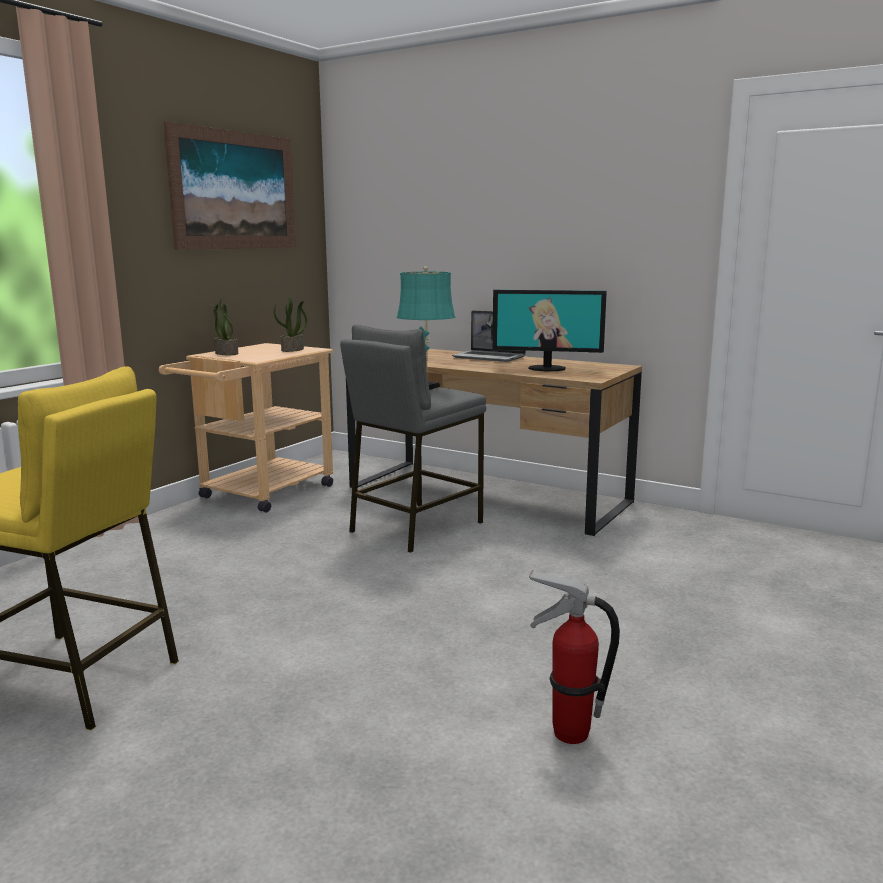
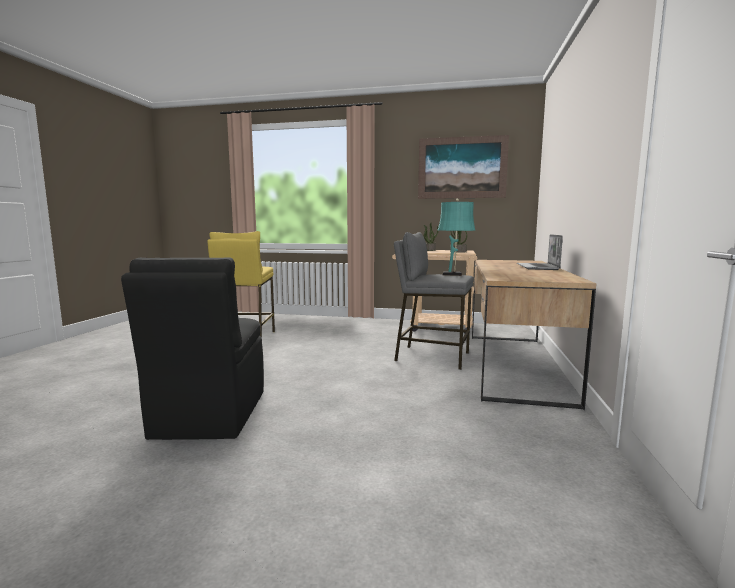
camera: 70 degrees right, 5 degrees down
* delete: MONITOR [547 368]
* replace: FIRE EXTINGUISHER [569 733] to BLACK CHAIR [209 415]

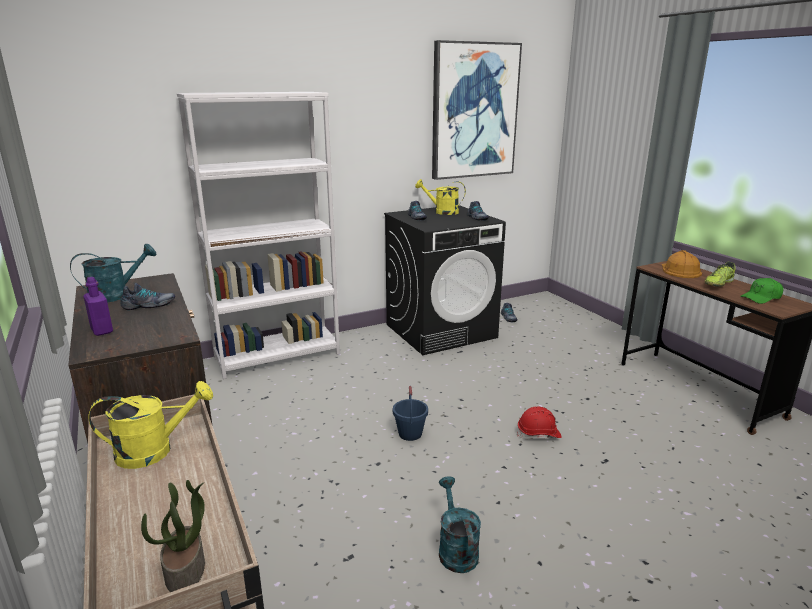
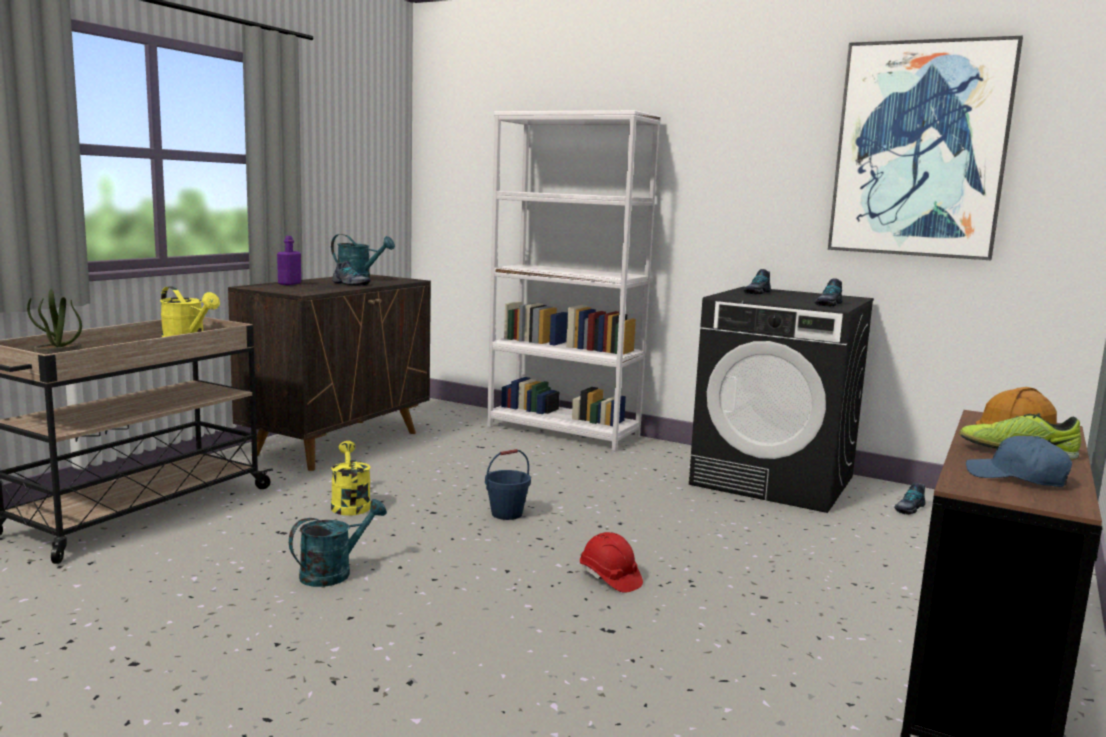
camera: 55 degrees right, 10 degrees down
* move: YELLOW WATERING CAN [442 212] to [349 504]
* recolor: GREEN CAP [761 298] to BLUE CAP [1017 478]

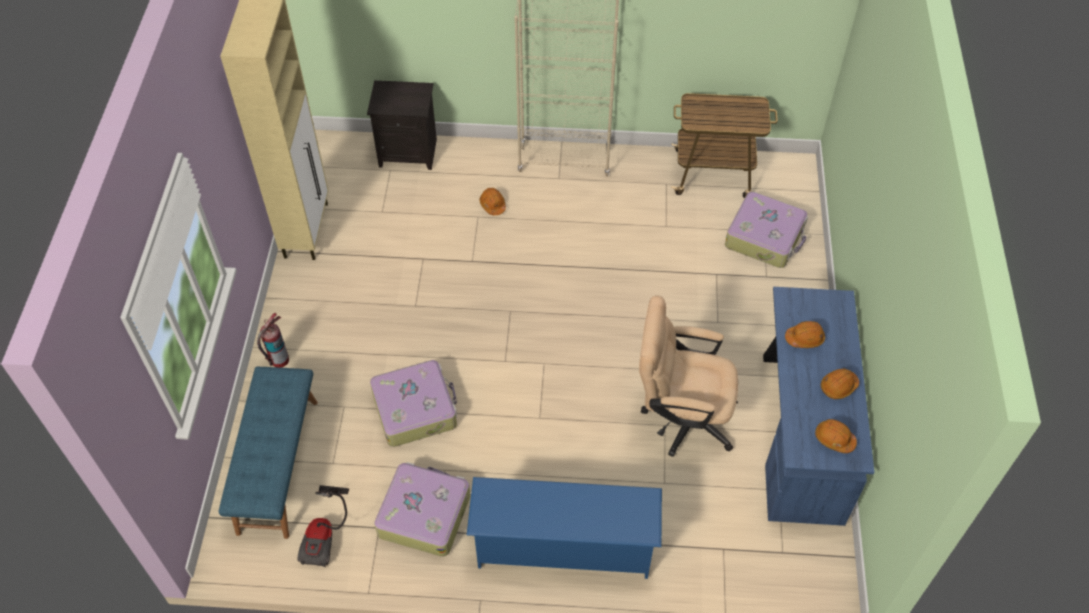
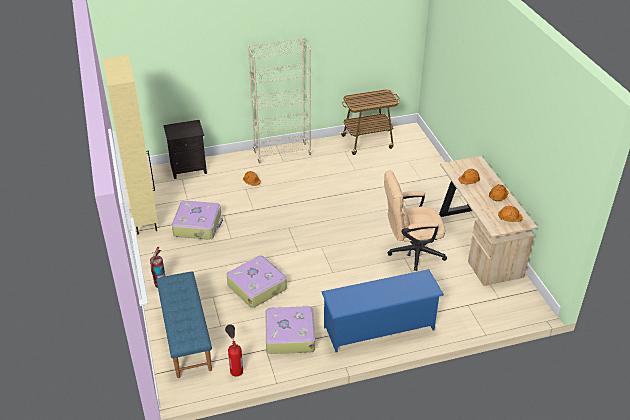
camera: 20 degrees left, 15 degrees down
* move: SUITCASE [765 237] to [198 225]
* recolor: BLUE DESK [800 432] to BEIGE DESK [478 242]
* replace: VACUUM CLEANER [325 535] to FIRE EXTINGUISHER [234 362]

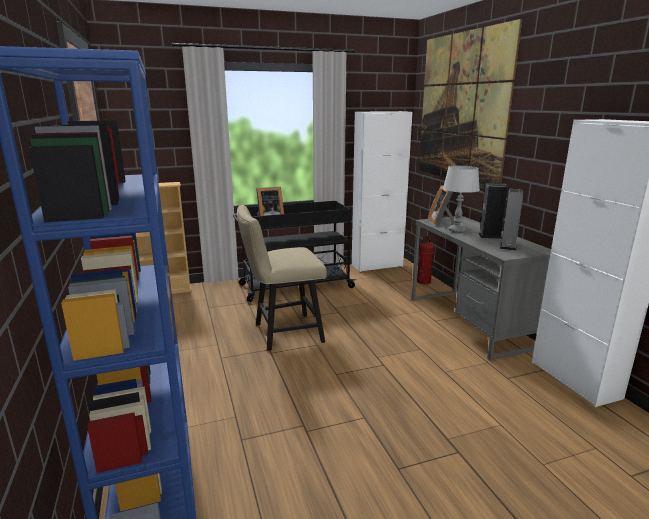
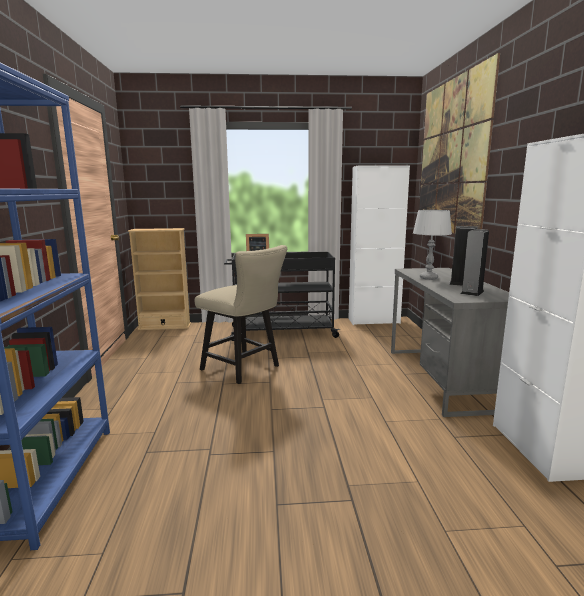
camera: 15 degrees right, 5 degrees down
* delete: PICTURE FRAME [441 222]
* rotate: BEIGE CHAIR [283 333] = [244 369] 135 degrees counterclockwise
* delete: FIRE EXTINGUISHER [424 282]

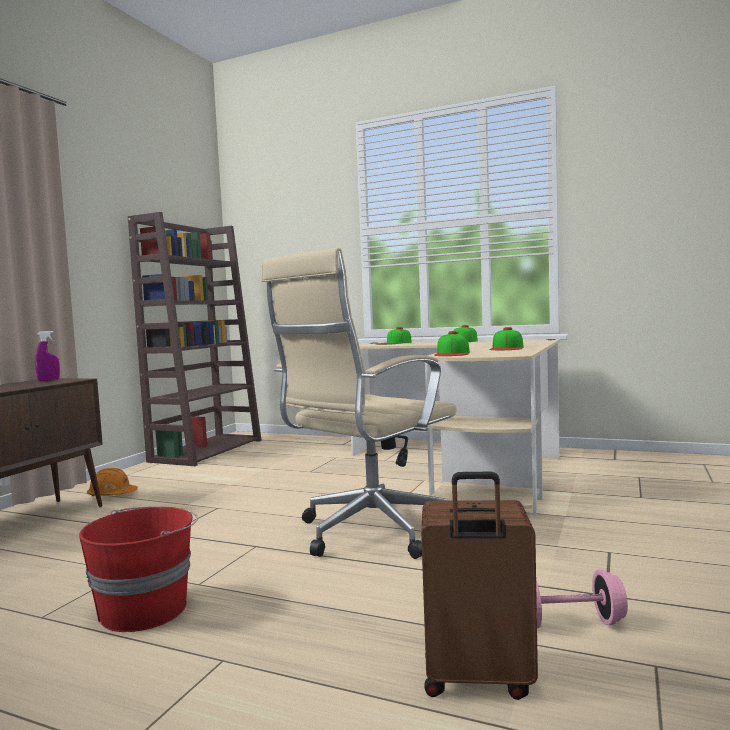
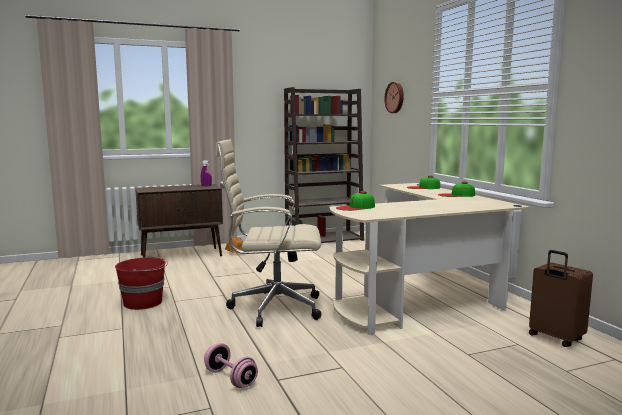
camera: 45 degrees right, 5 degrees up
* delete: CAP [507 348]
* move: BROWN SUITCASE [477 680] to [555 338]
* insert: WALL CLOCK [395 97]

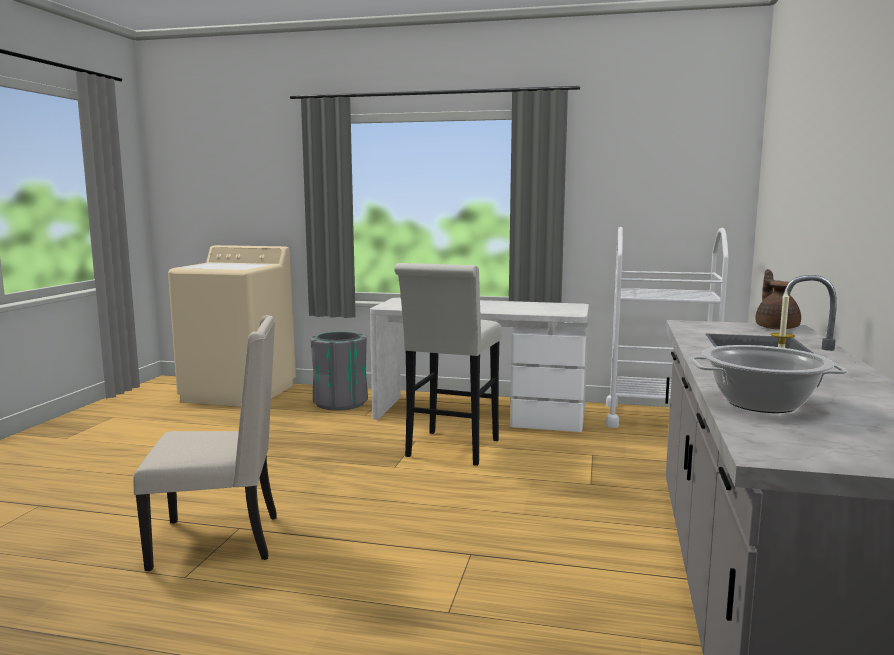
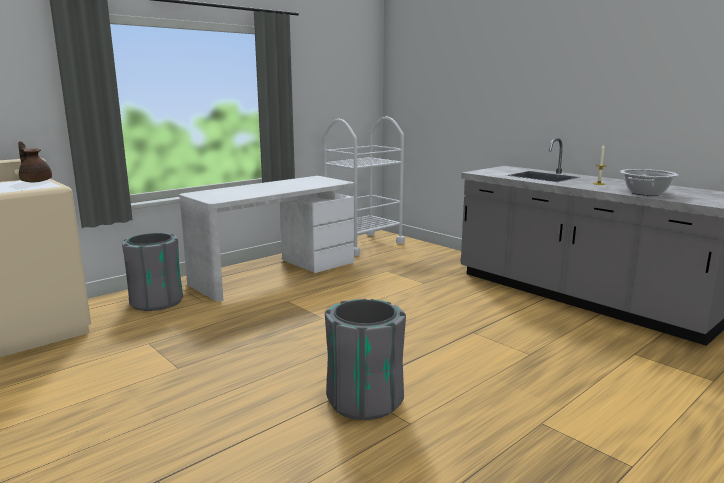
camera: 55 degrees left, 5 degrees up
* delete: WHITE STOOL [450 450]
* move: BROWN TEAPOT [776 327] to [36 181]
* replace: BEIGE CHAIR [220 540] to GREY TRASH CAN [365 400]

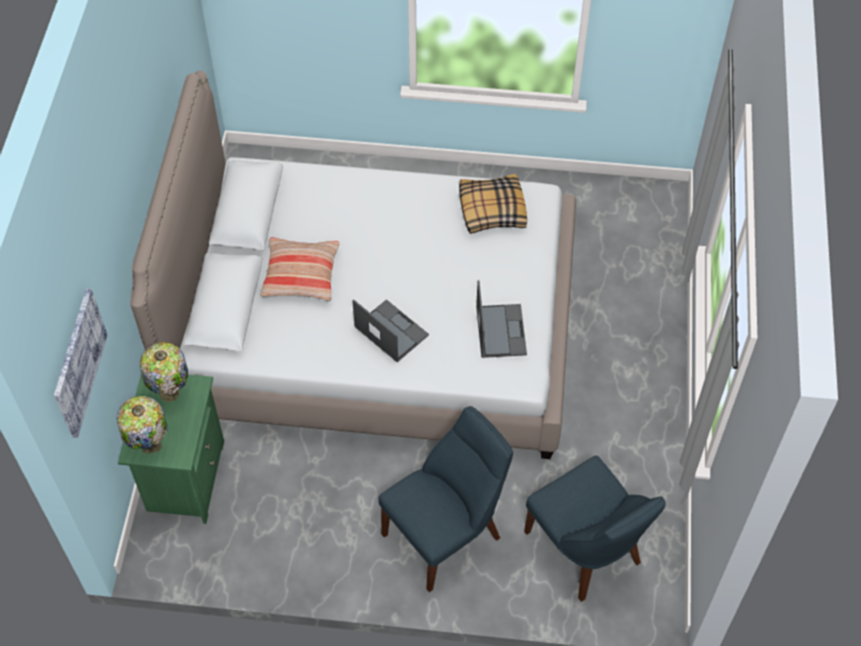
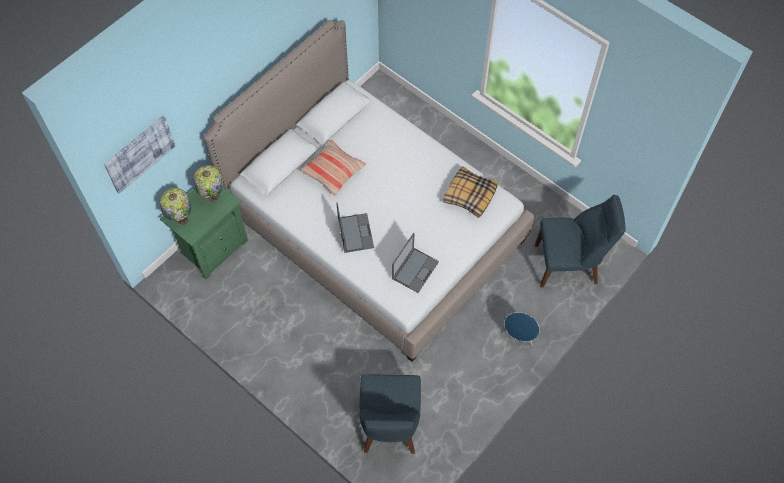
camera: 35 degrees right, 5 degrees up
* move: BLUE CHAIR [446 534] to [569 264]
* insert: BLUE SPEAKER [519 336]

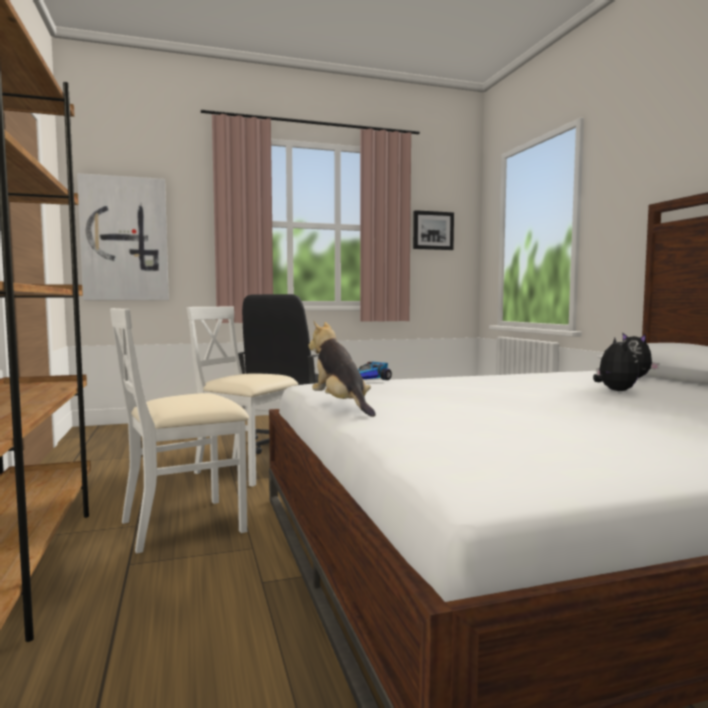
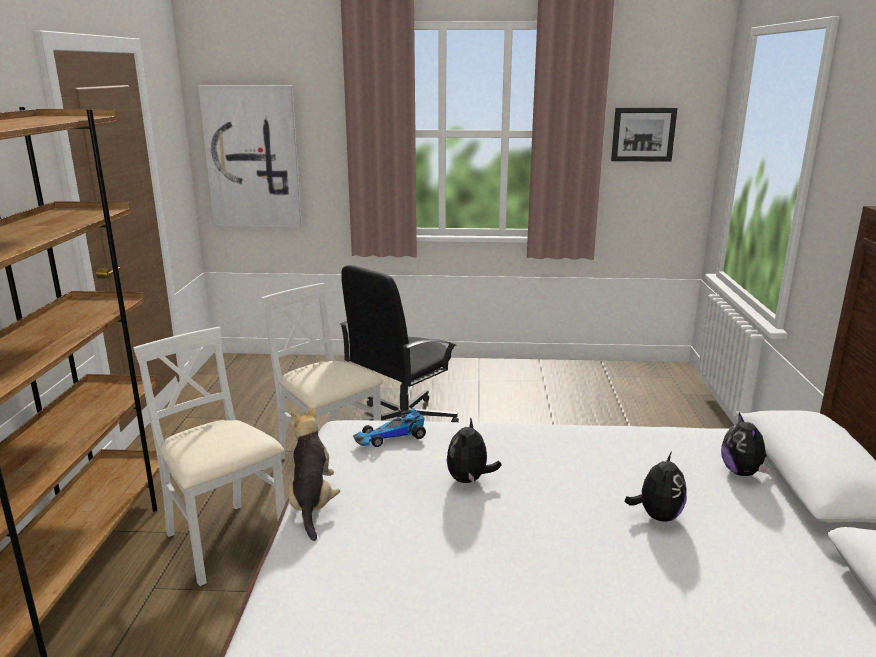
camera: 20 degrees right, 15 degrees up
* rotate: WHITE CHAIR [184 524] = [225 541] 60 degrees clockwise
* insert: PLUSH TOY [469 480]

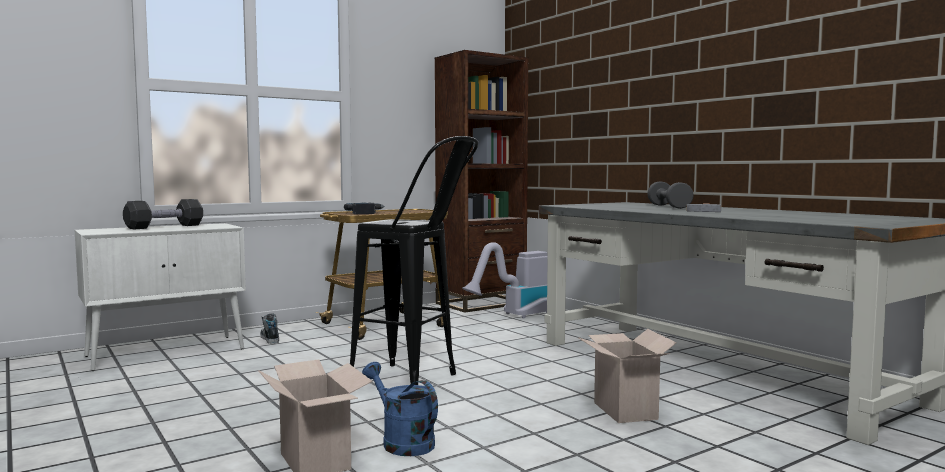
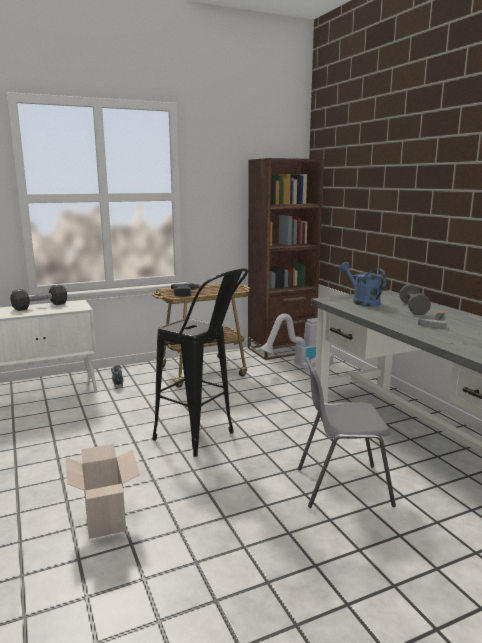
camera: 10 degrees right, 10 degrees up
* replace: CARDBOARD BOX [622 410] to GREY CHAIR [342 486]
* move: BLUE WATERING CAN [402 442] to [362 302]

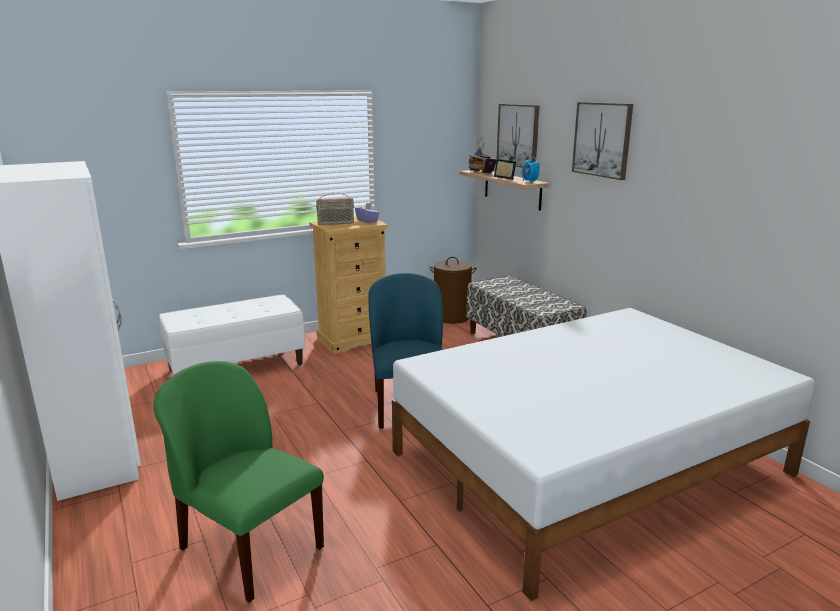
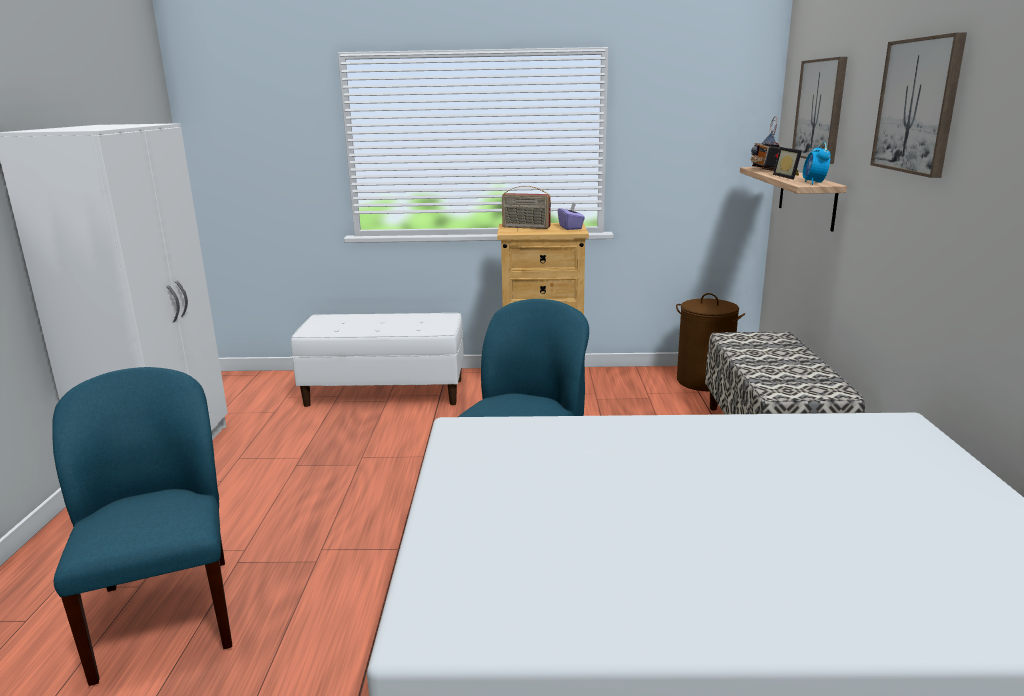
camera: 30 degrees right, 0 degrees up
* recolor: GREEN CHAIR [249 547] to BLUE CHAIR [166 614]

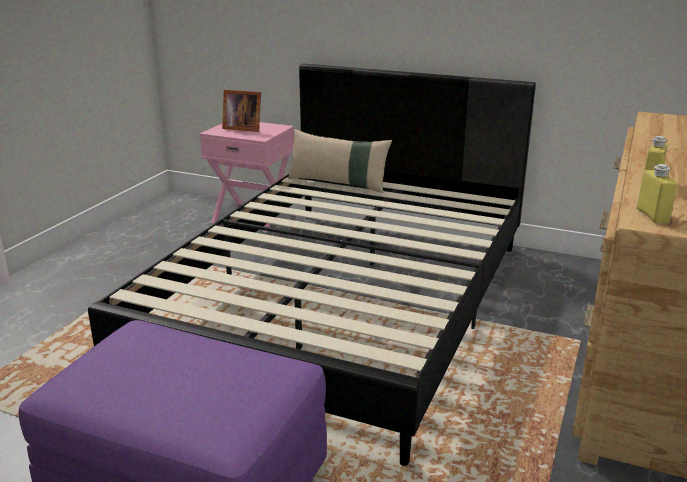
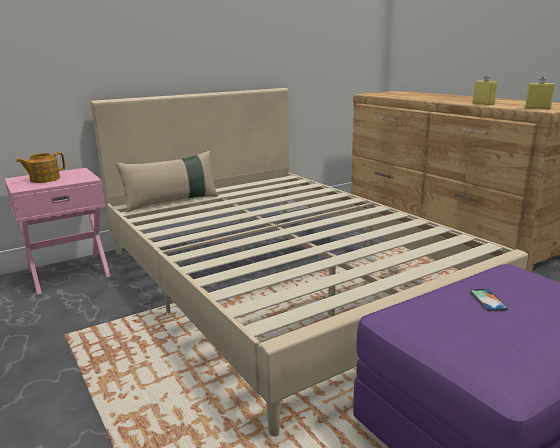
camera: 55 degrees left, 5 degrees down
* recolor: BLACK BED [344 303] to BEIGE BED [281 281]
* replace: PICTURE FRAME [242 128] to TEAPOT [44 179]
* insert: PHONE [488 300]

